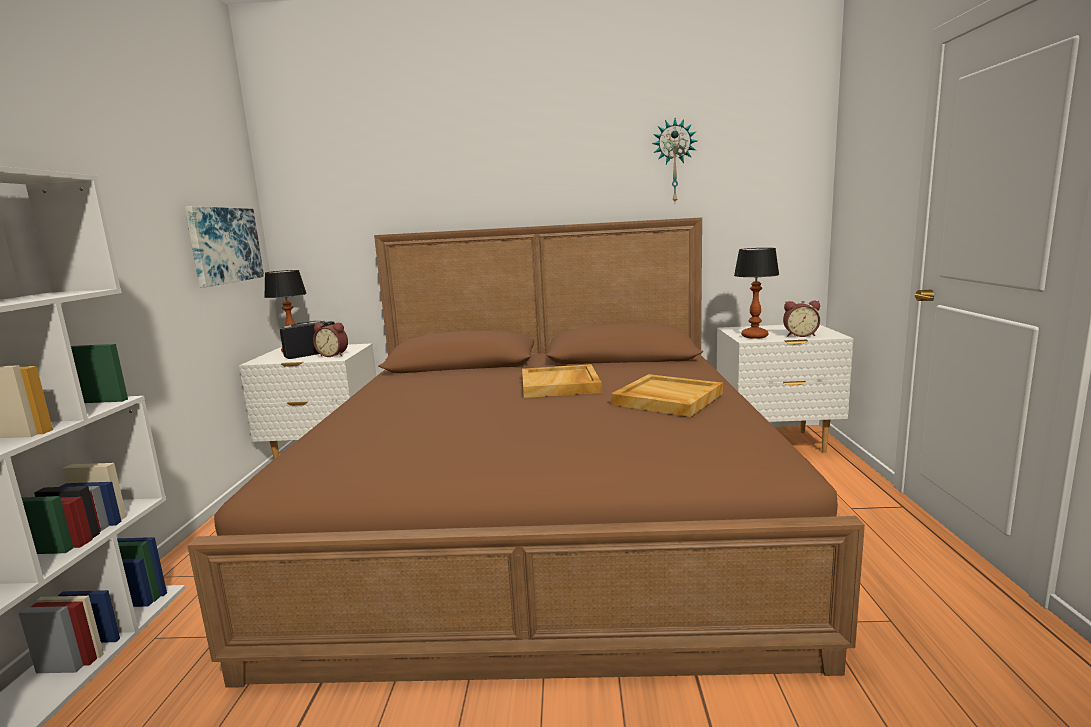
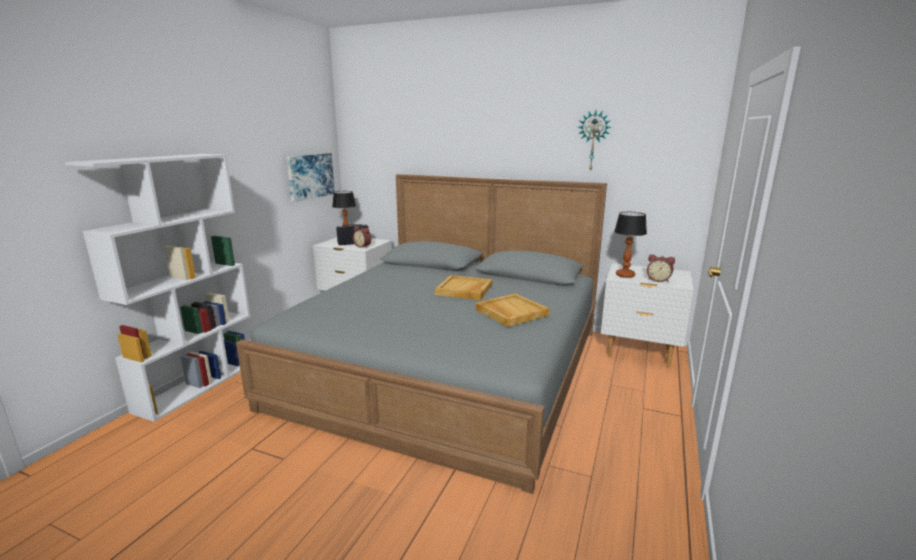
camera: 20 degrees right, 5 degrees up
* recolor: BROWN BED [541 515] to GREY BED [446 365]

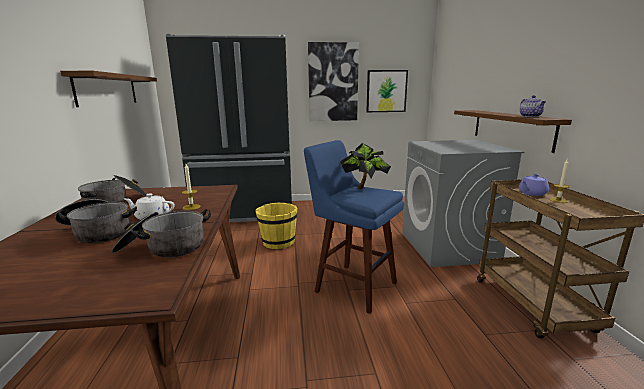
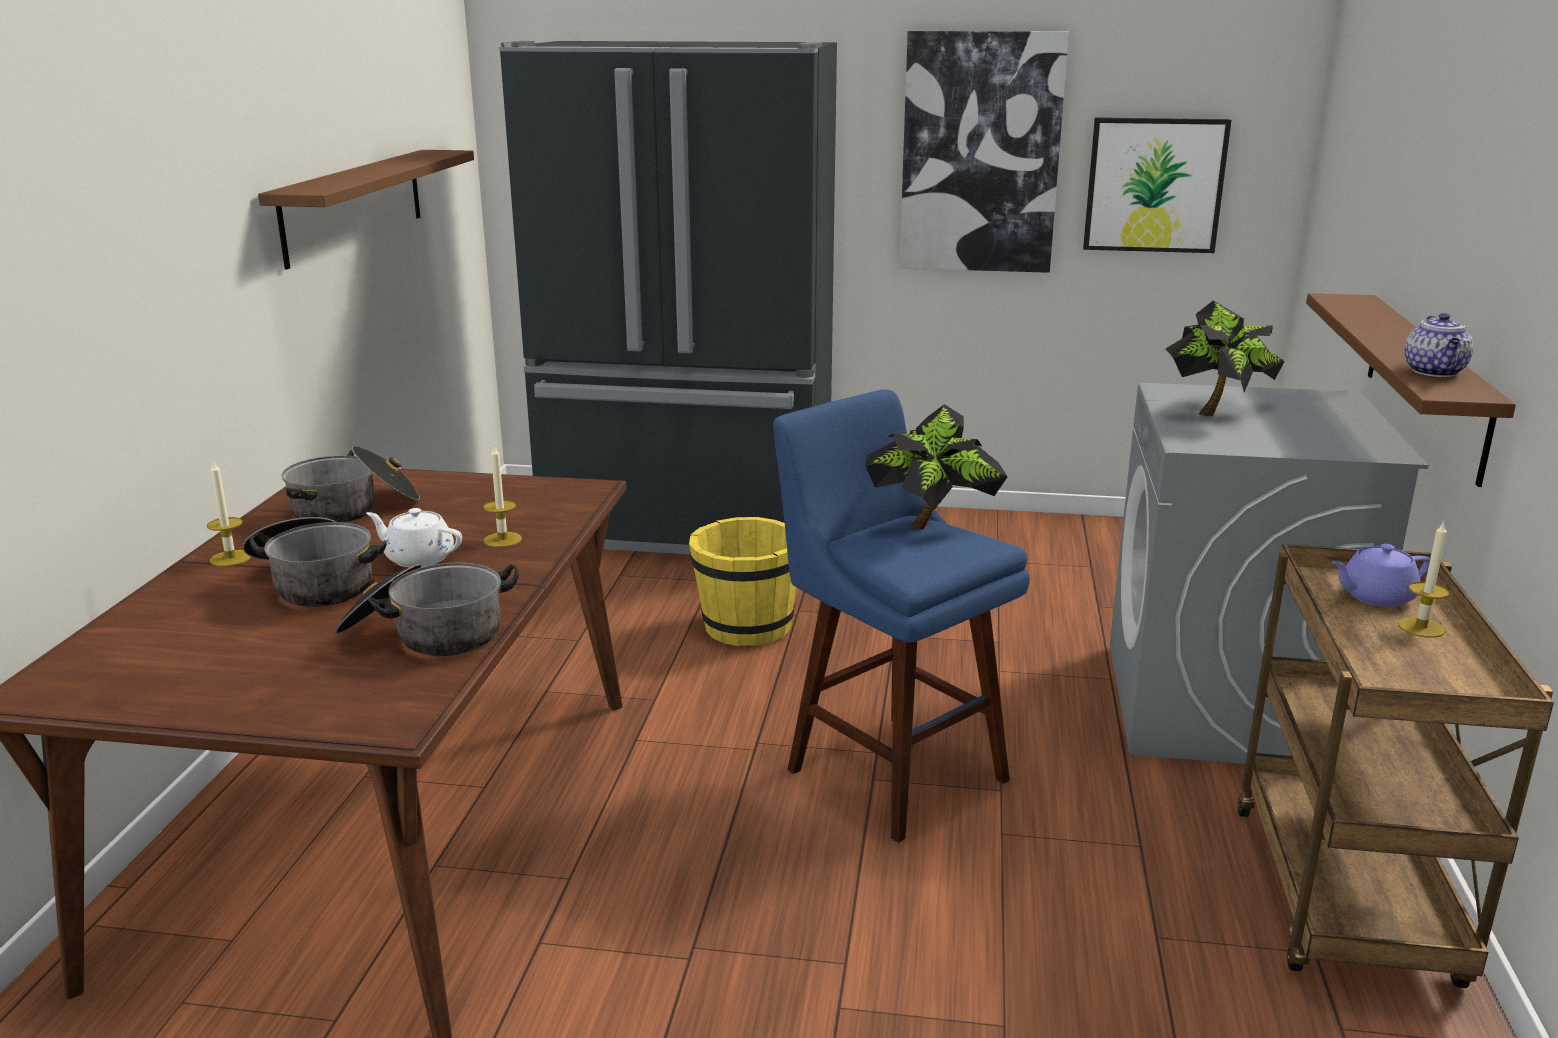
camera: 15 degrees right, 5 degrees up
* insert: POTTED PLANT [1216 411]
* insert: CANDLE [230 558]

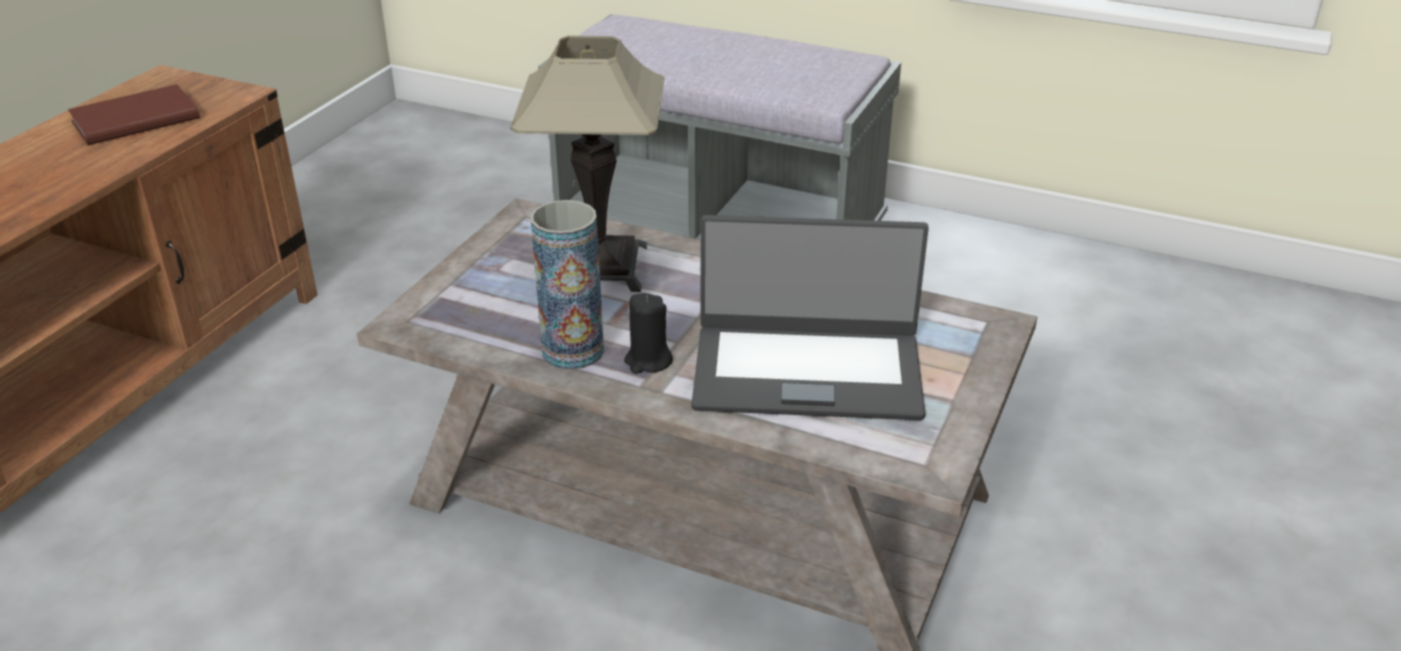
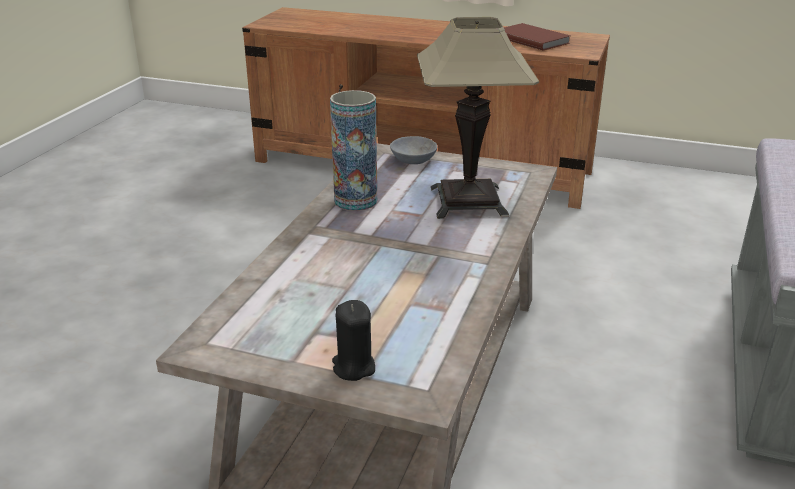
camera: 85 degrees right, 5 degrees down
* delete: LAPTOP [807 371]
* move: BLACK CANDLE [648 361] to [353 367]
* insert: GREY BOWL [411 159]

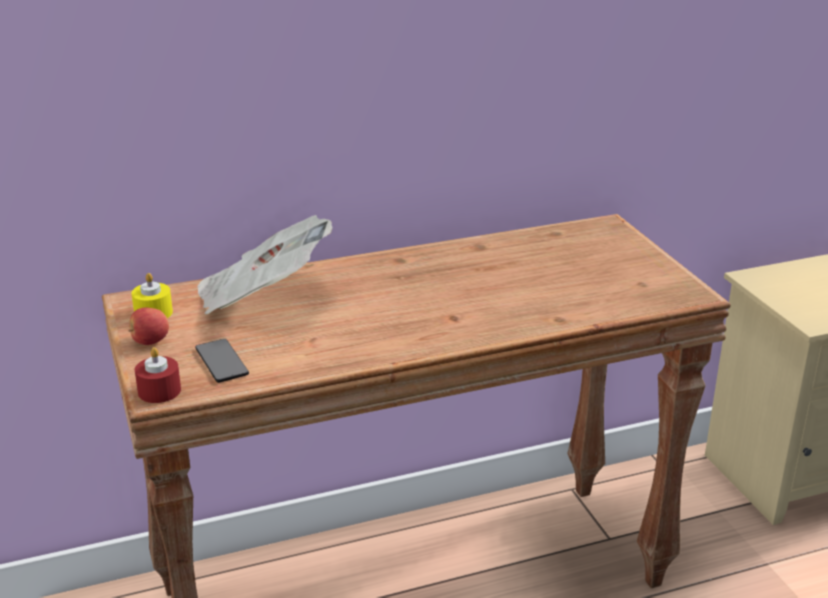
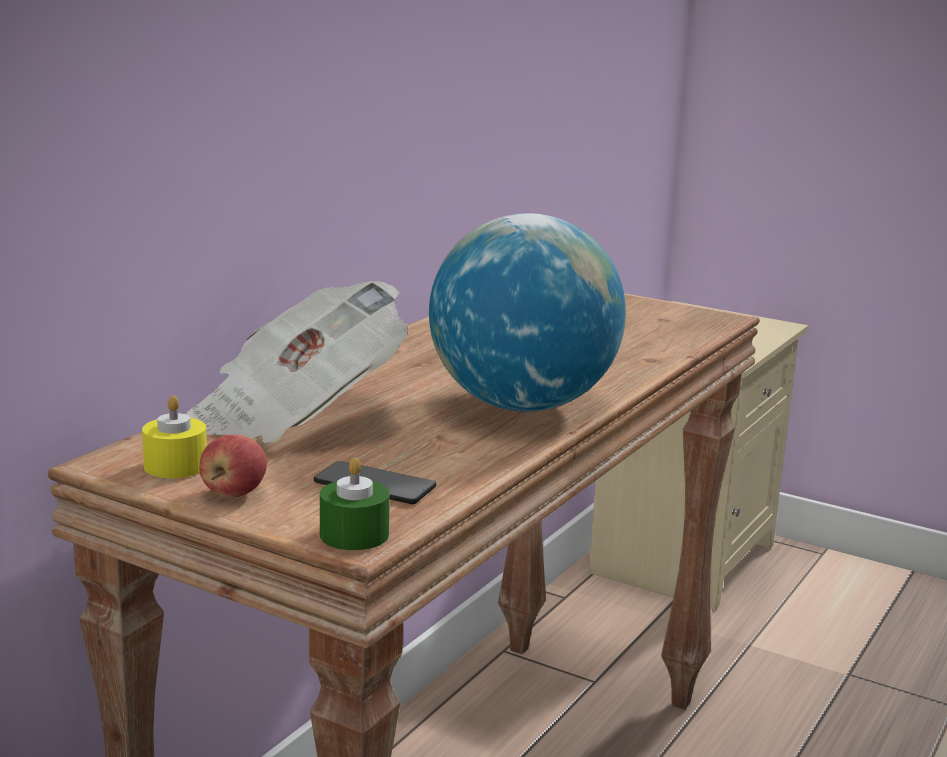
camera: 40 degrees left, 10 degrees down
* recolor: RED CANDLE [159 391] to GREEN CANDLE [354 534]
* insert: GLOBE [521 406]

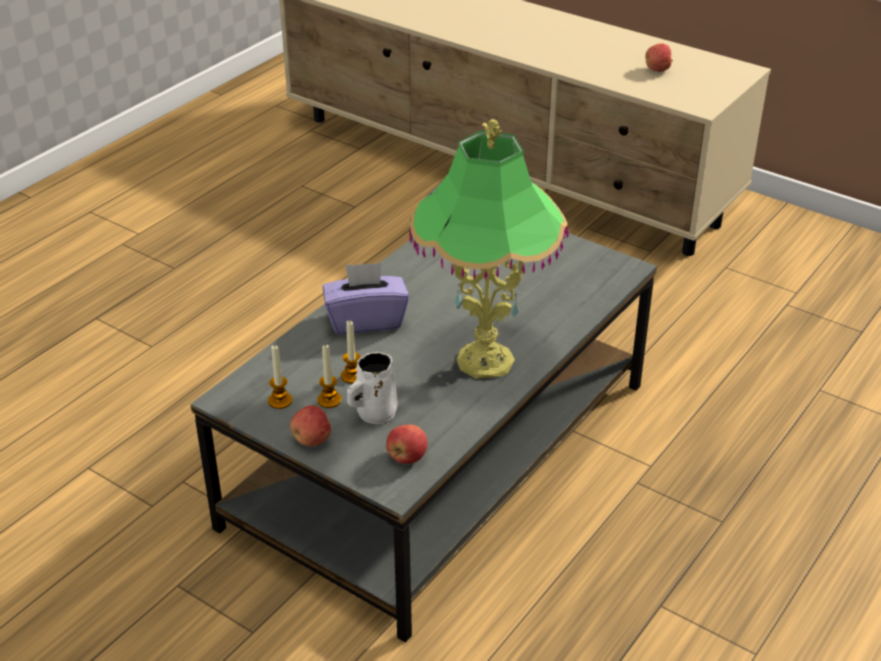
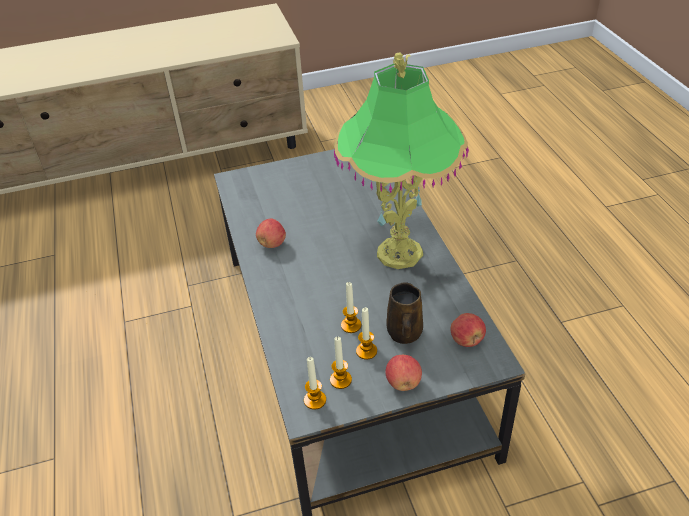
camera: 50 degrees left, 5 degrees up
* move: APPLE [658 70] to [272 243]
* delete: PURPLE TISSUE BOX [366 320]
* recolor: WHITE MUG [374 413] to BROWN MUG [404 334]
* insert: CANDLE [315 400]

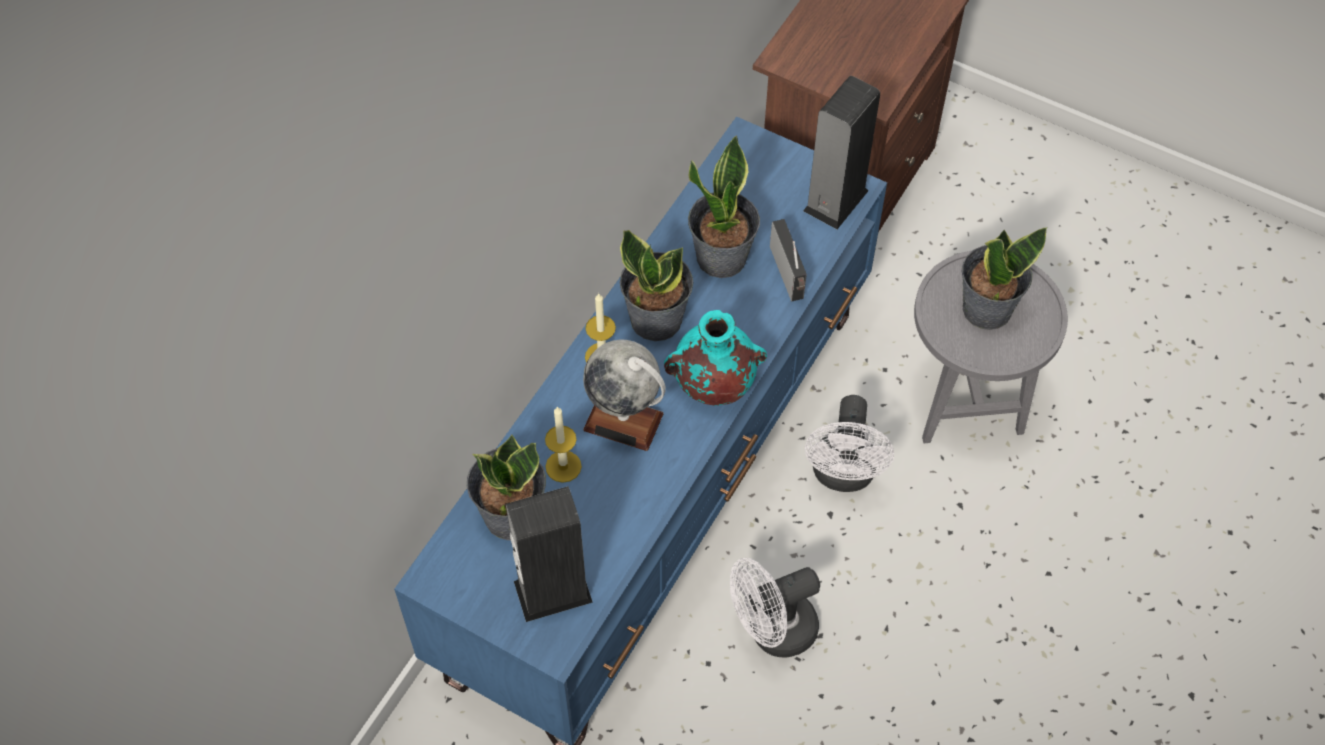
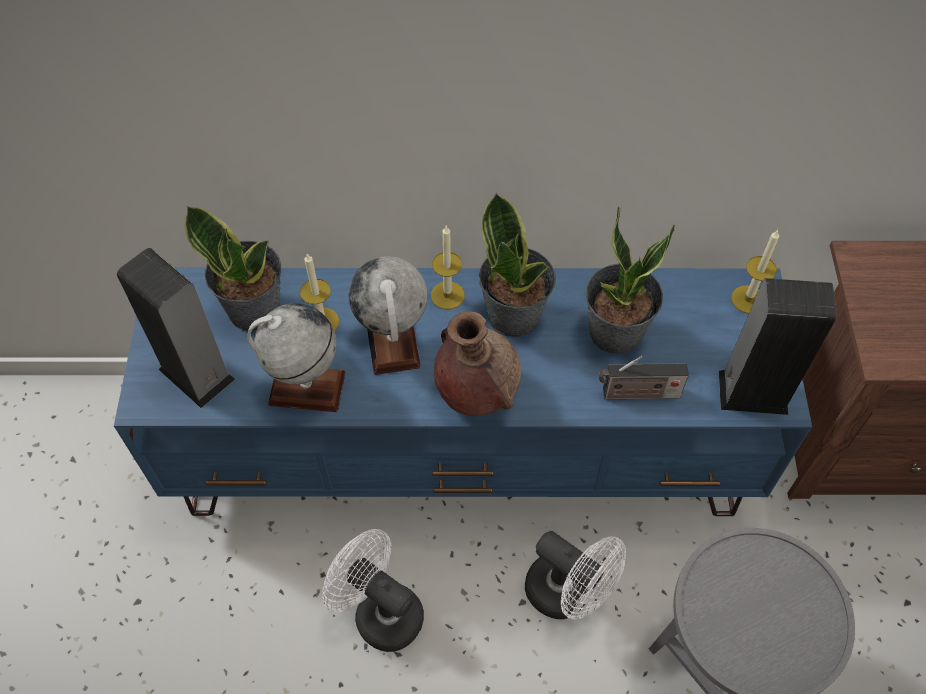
camera: 60 degrees right, 0 degrees up
* rotate: RADIO [788 275] = [637 394] 45 degrees clockwise
* delete: POTTED PLANT [986 308]
* recolor: TURQUOISE VASE [713 384] to BROWN VASE [475 391]
* rotate: WHITE FAN [843 475] = [568 594] 120 degrees counterclockwise
* insert: CANDLE [748 299]
* insert: GLOBE [306 388]

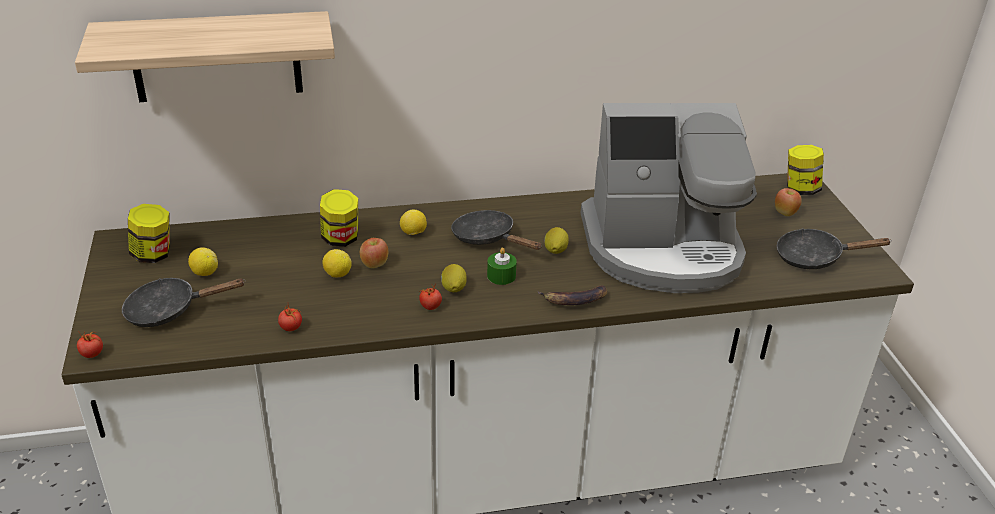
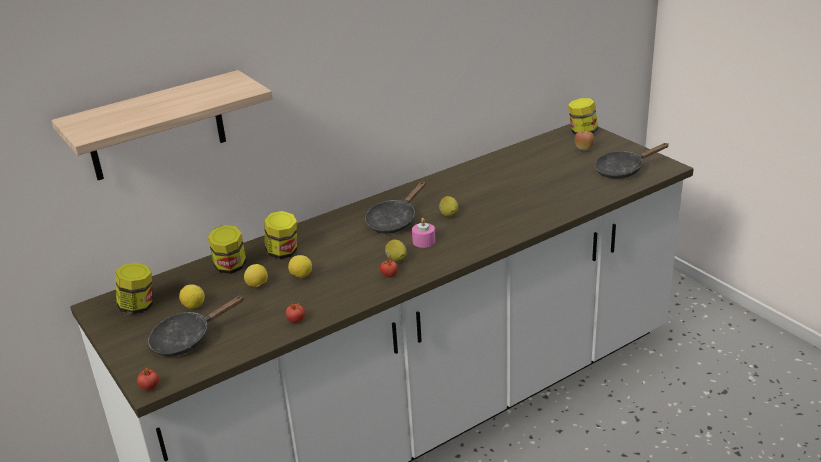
camera: 20 degrees left, 5 degrees down
* delete: COFFEE MACHINE [663 249]
* move: LEMON [413 233] to [257 285]
* rotate: BLACK FRYING PAN [488 238] = [394 221] 75 degrees counterclockwise
* delete: APPLE [374 264]
* recolor: GREEN CANDLE [501 276] to PINK CANDLE [424 241]
* delete: BANANA [574 300]
* insert: JAR [230 267]

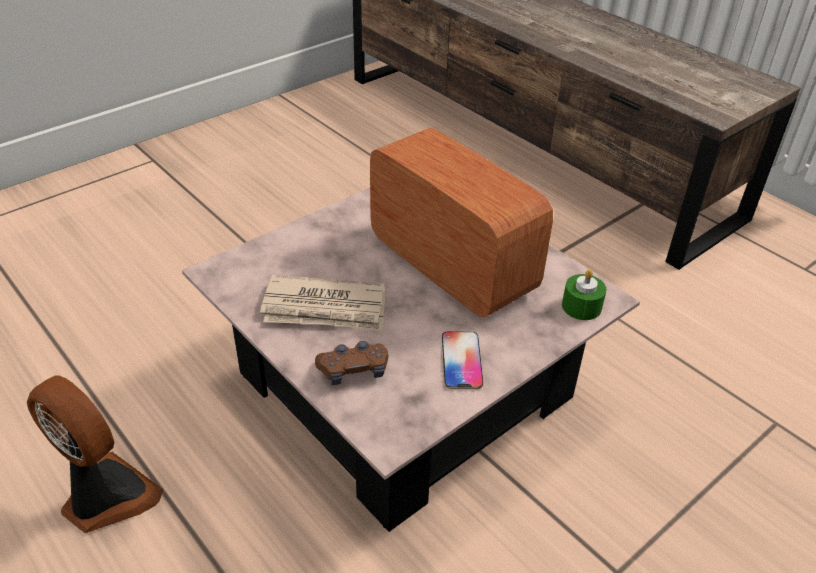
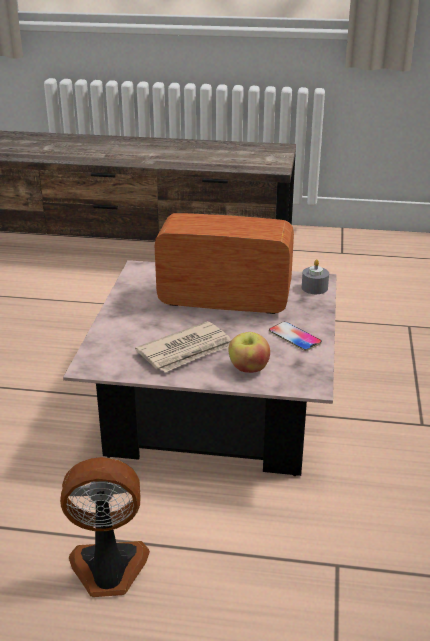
camera: 40 degrees left, 10 degrees down
* recolor: GREEN CANDLE [581 306] to GREY CANDLE [314 288]
* replace: BROWN GAME CONTROLLER [354 370] to APPLE [248 368]

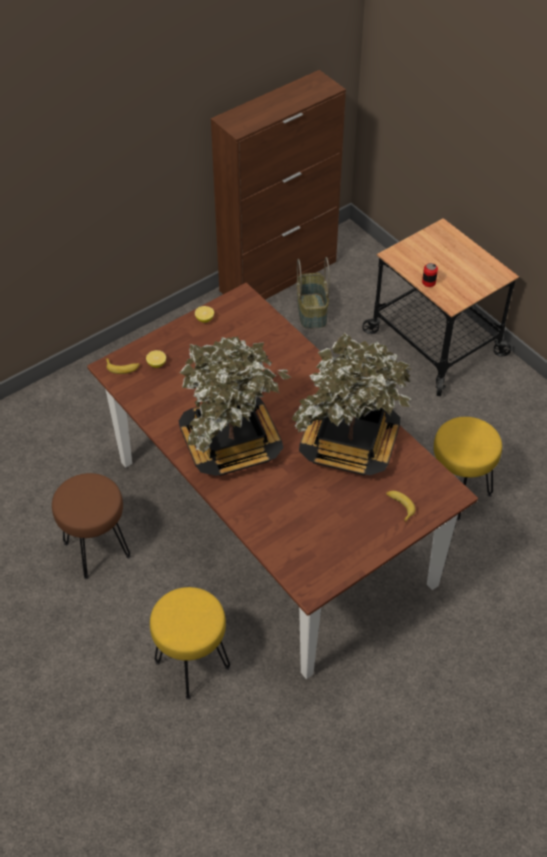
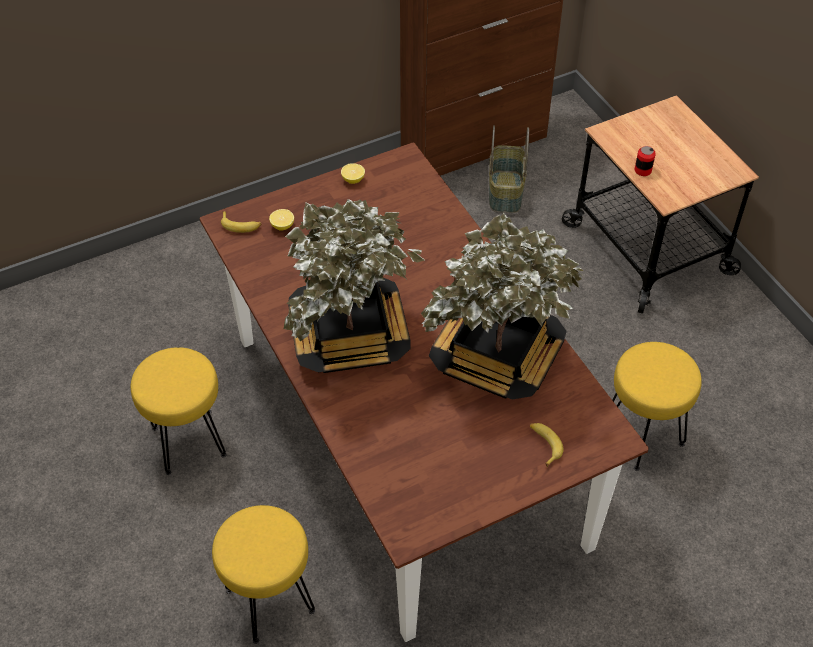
camera: 10 degrees right, 0 degrees up
* recolor: BROWN STOOL [96 550] to YELLOW STOOL [188 441]

